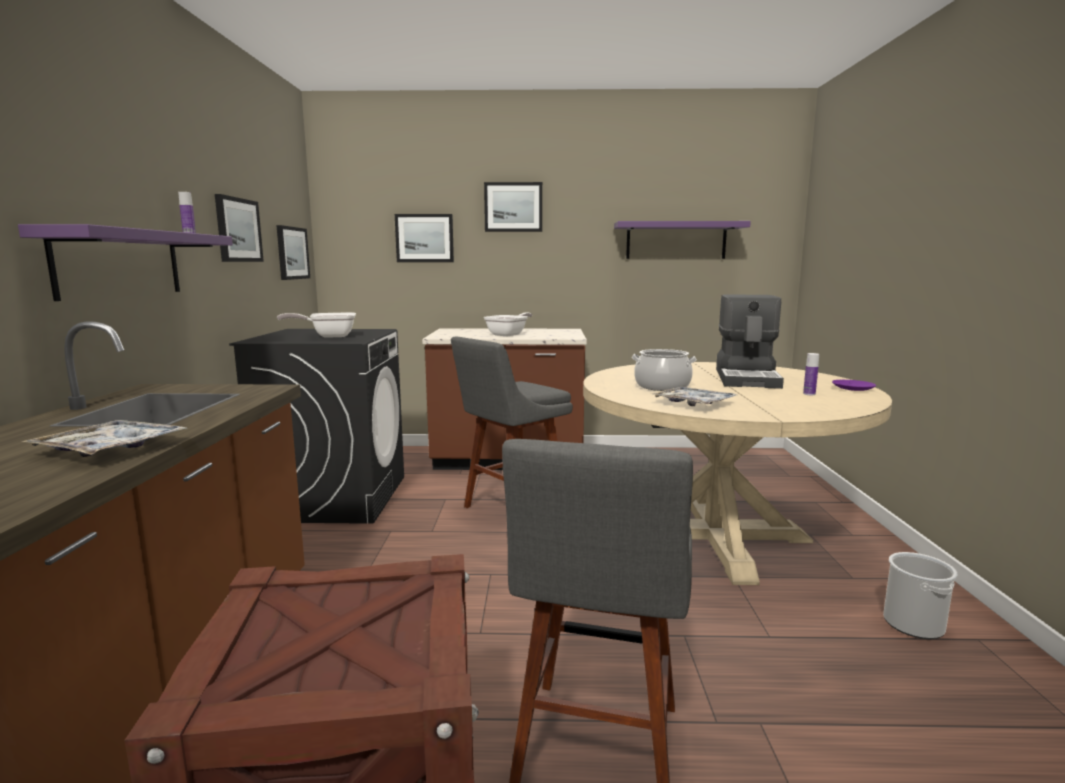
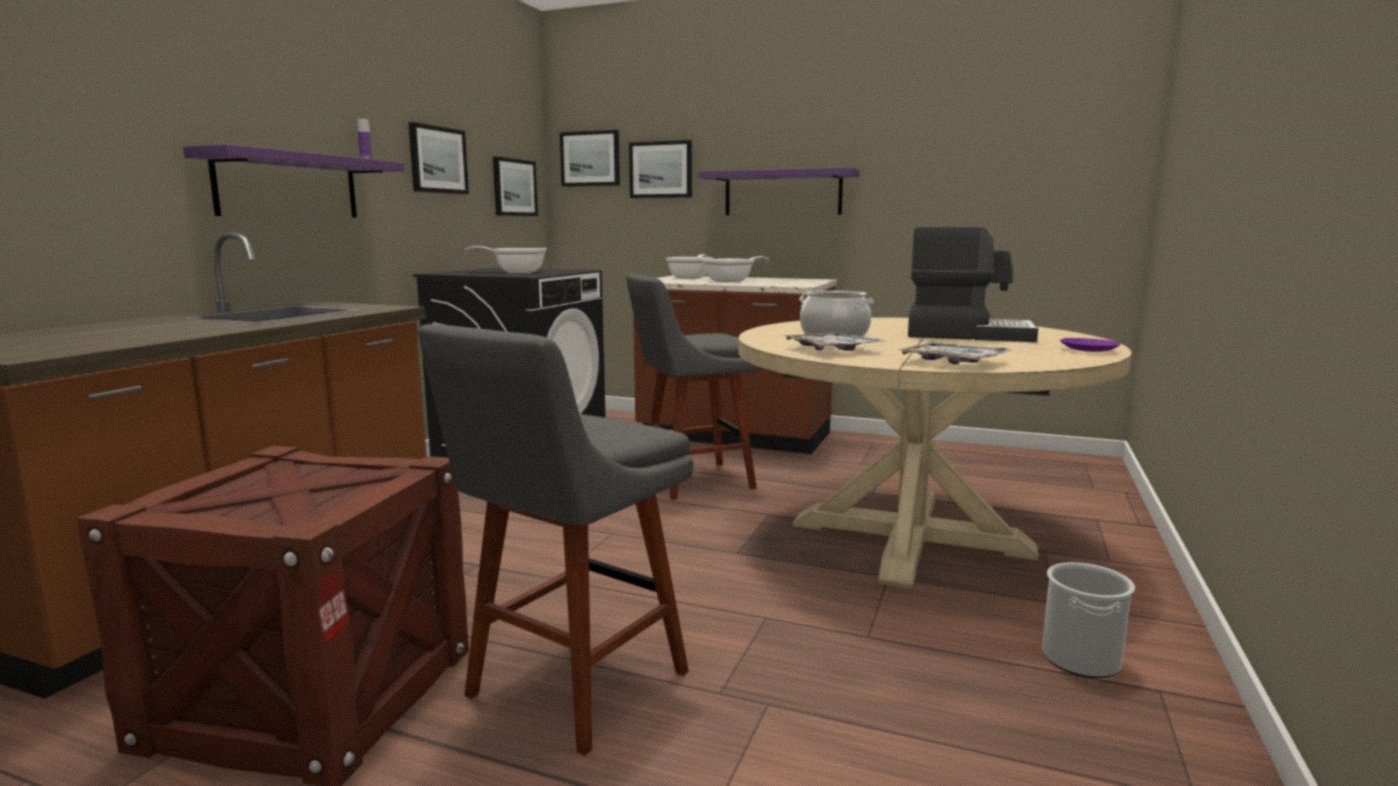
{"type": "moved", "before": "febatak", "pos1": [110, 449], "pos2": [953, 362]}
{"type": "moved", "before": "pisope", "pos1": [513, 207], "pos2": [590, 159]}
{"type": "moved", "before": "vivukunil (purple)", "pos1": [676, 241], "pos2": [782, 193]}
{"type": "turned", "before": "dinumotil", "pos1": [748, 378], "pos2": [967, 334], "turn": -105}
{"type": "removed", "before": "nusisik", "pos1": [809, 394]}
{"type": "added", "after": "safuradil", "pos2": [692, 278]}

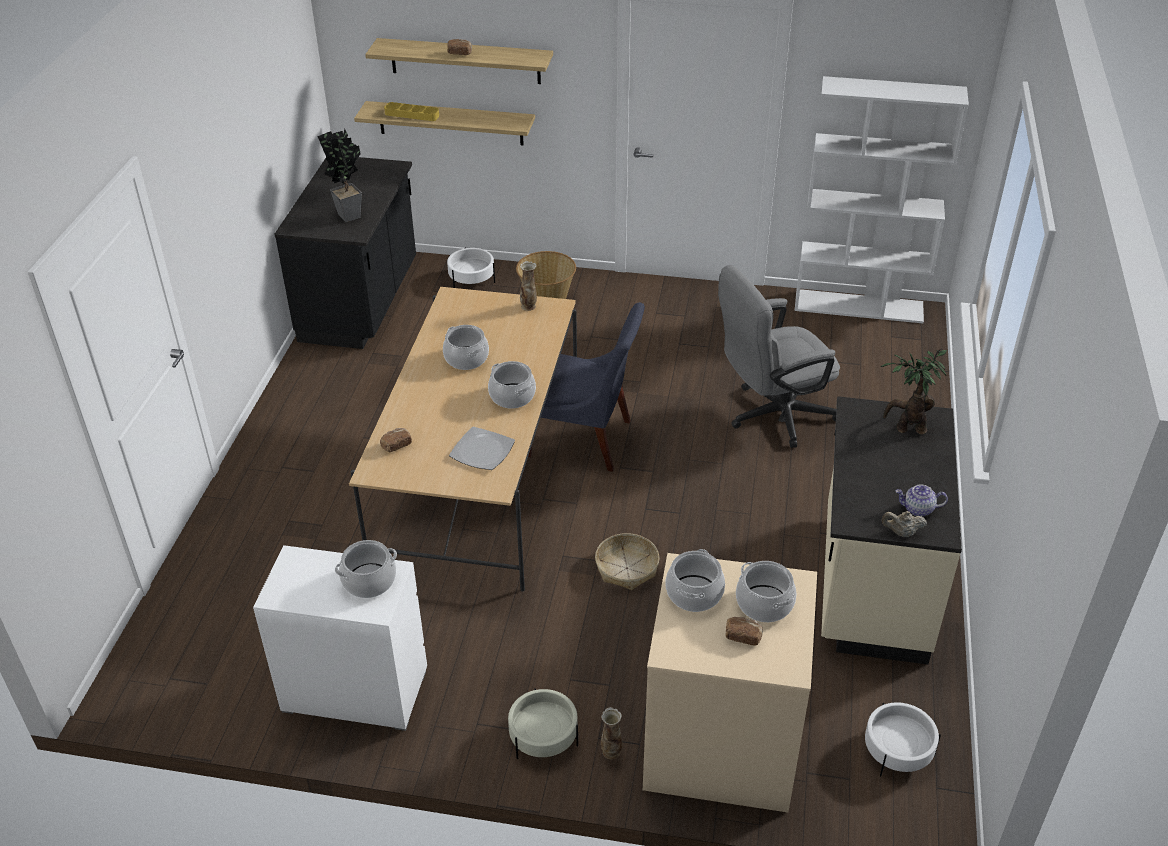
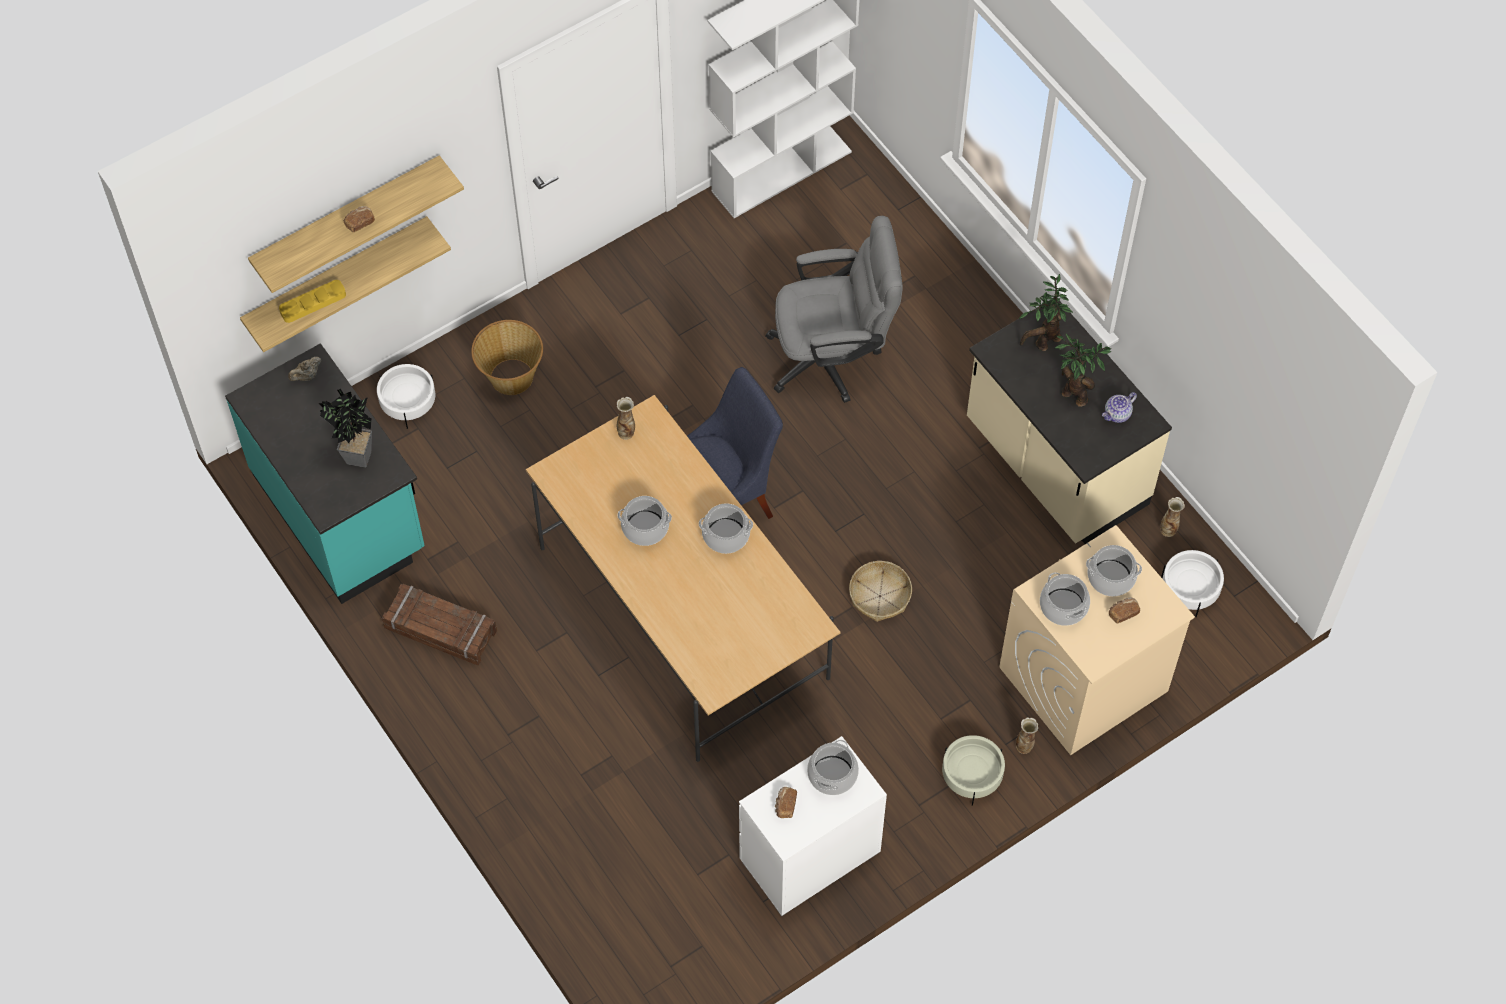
{"type": "recoloured", "before": "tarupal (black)", "after": "tarupal (turquoise)", "pos1": [361, 303], "pos2": [341, 512]}
{"type": "moved", "before": "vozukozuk", "pos1": [396, 445], "pos2": [785, 805]}
{"type": "removed", "before": "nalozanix", "pos1": [482, 450]}
{"type": "turned", "before": "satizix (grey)", "pos1": [772, 415], "pos2": [833, 357], "turn": -120}
{"type": "moved", "before": "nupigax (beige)", "pos1": [901, 533], "pos2": [307, 376]}
{"type": "added", "after": "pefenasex", "pos2": [440, 630]}
{"type": "added", "after": "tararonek", "pos2": [1073, 393]}
{"type": "added", "after": "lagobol", "pos2": [1168, 530]}

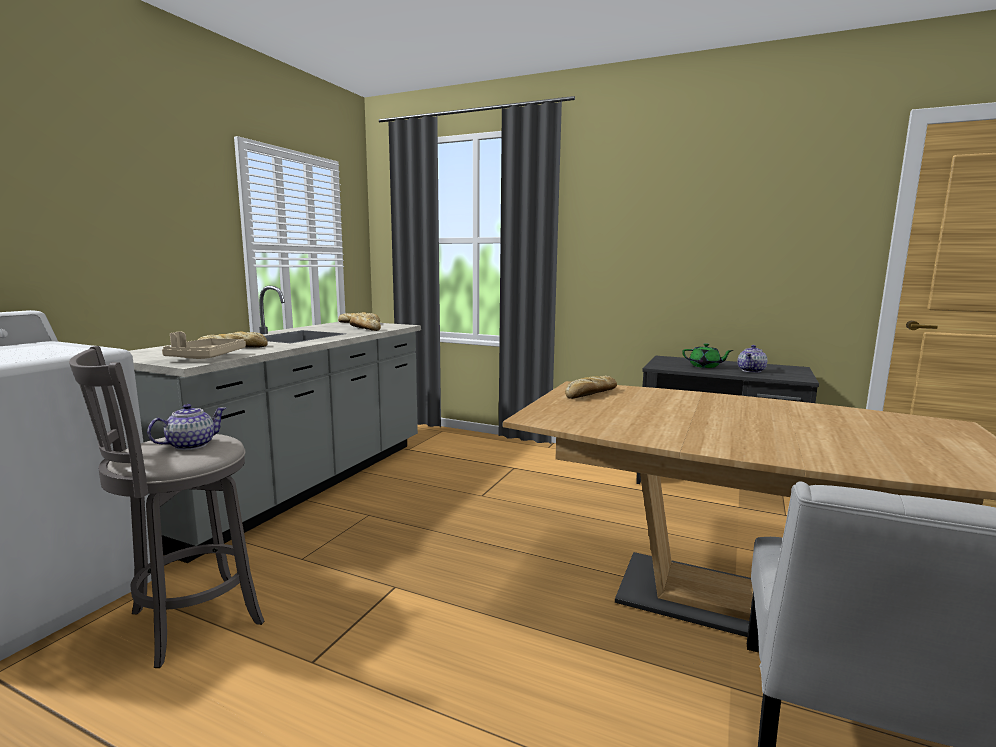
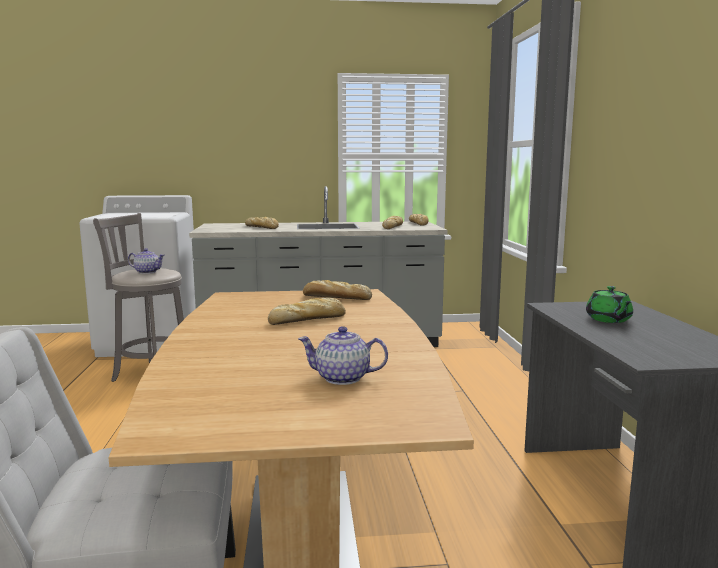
{"type": "removed", "before": "febatak (beige)", "pos1": [206, 357]}
{"type": "moved", "before": "nupigax", "pos1": [751, 371], "pos2": [343, 378]}
{"type": "added", "after": "vozukozuk", "pos2": [309, 319]}

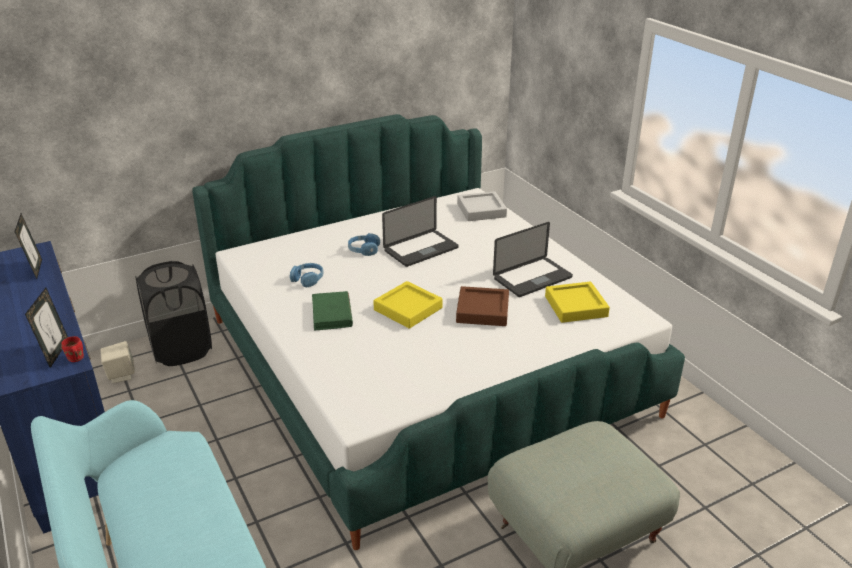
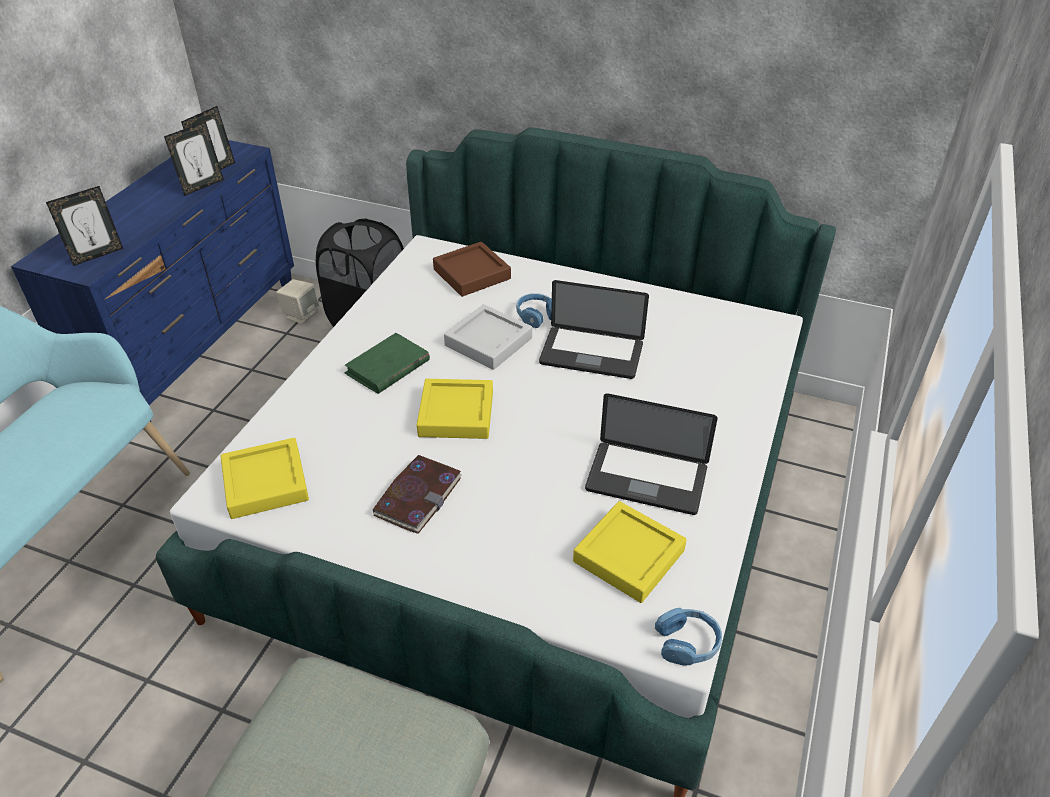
{"type": "removed", "before": "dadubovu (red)", "pos1": [75, 359]}
{"type": "moved", "before": "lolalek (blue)", "pos1": [308, 279], "pos2": [687, 643]}
{"type": "moved", "before": "febatak (brown)", "pos1": [482, 311], "pos2": [472, 274]}
{"type": "moved", "before": "febatak (grey)", "pos1": [481, 210], "pos2": [488, 342]}
{"type": "added", "after": "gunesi", "pos2": [202, 186]}
{"type": "added", "after": "febatak (yellow)", "pos2": [266, 483]}
{"type": "added", "after": "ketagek", "pos2": [418, 496]}

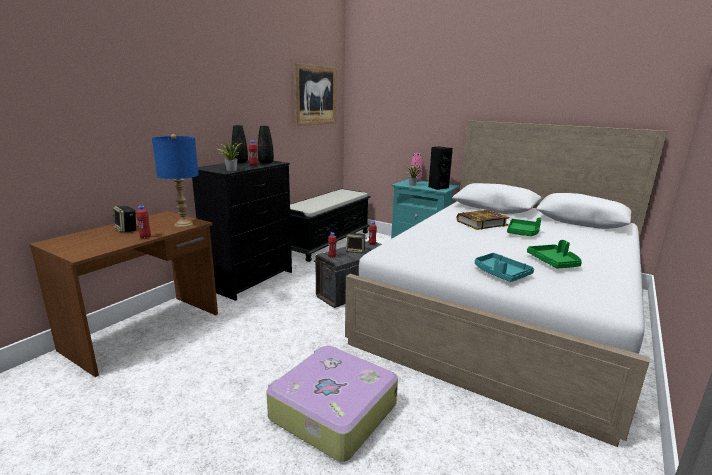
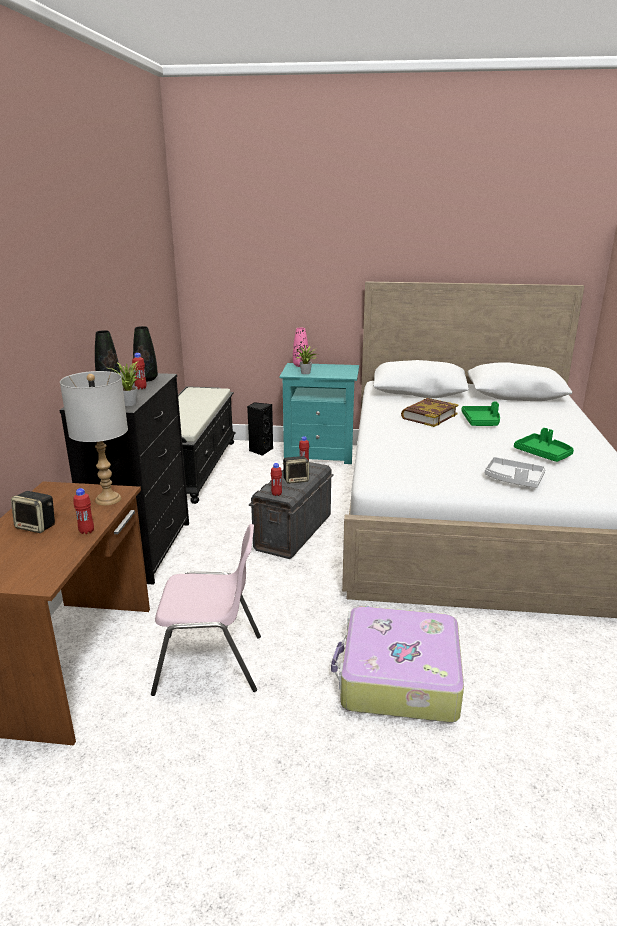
{"type": "recoloured", "before": "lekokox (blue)", "after": "lekokox (grey)", "pos1": [183, 225], "pos2": [107, 499]}
{"type": "removed", "before": "pisope", "pos1": [315, 95]}
{"type": "moved", "before": "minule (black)", "pos1": [437, 187], "pos2": [260, 450]}
{"type": "recoloured", "before": "febatak (turquoise)", "after": "febatak (grey)", "pos1": [500, 274], "pos2": [513, 480]}
{"type": "added", "after": "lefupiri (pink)", "pos2": [211, 664]}

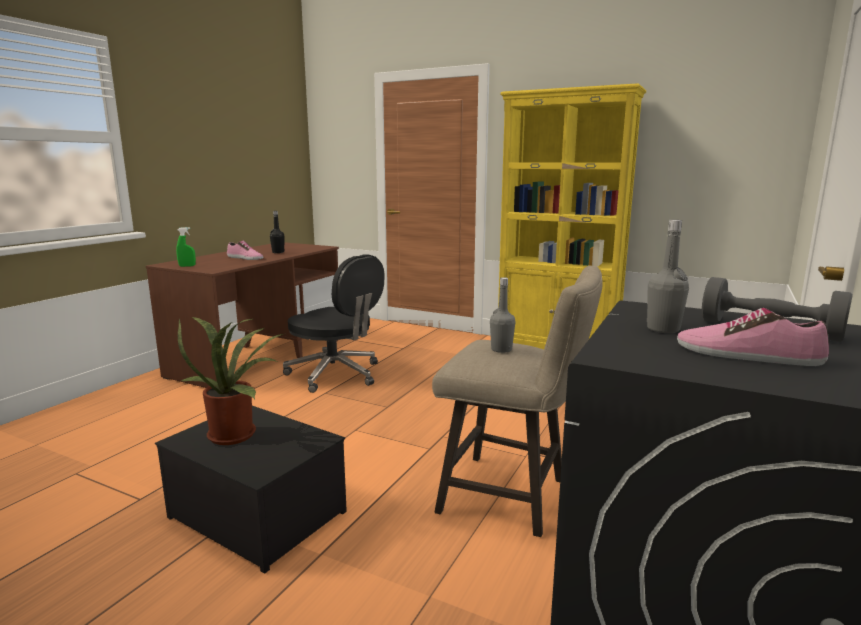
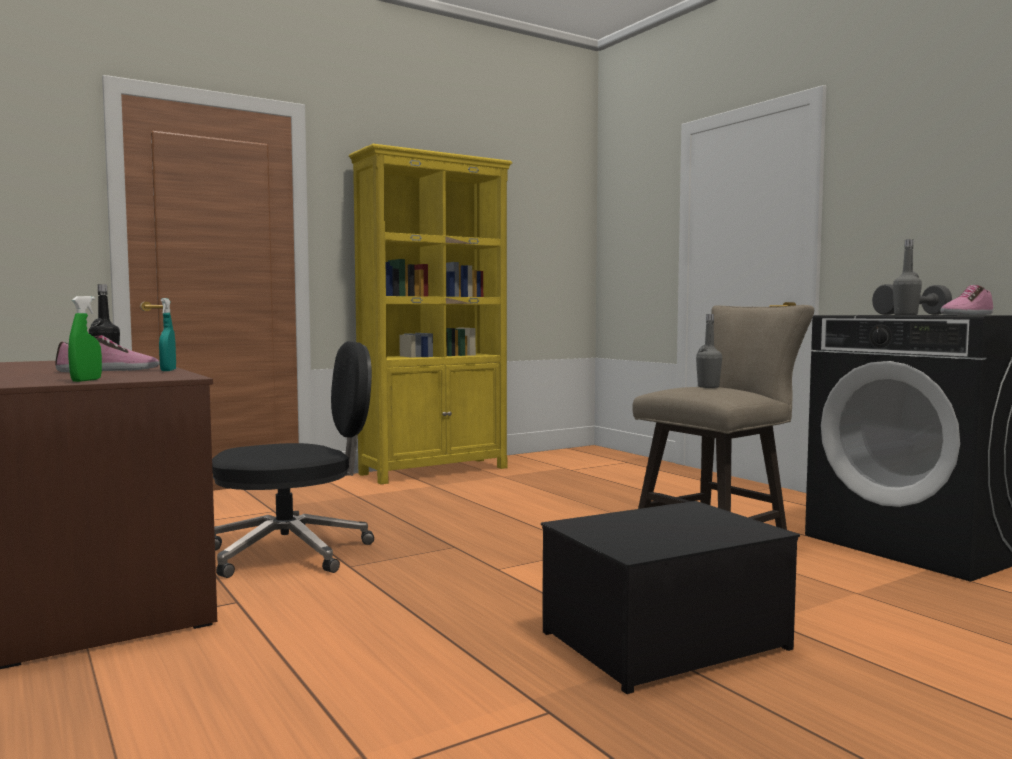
{"type": "removed", "before": "tararonek", "pos1": [237, 434]}
{"type": "added", "after": "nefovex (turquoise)", "pos2": [168, 370]}

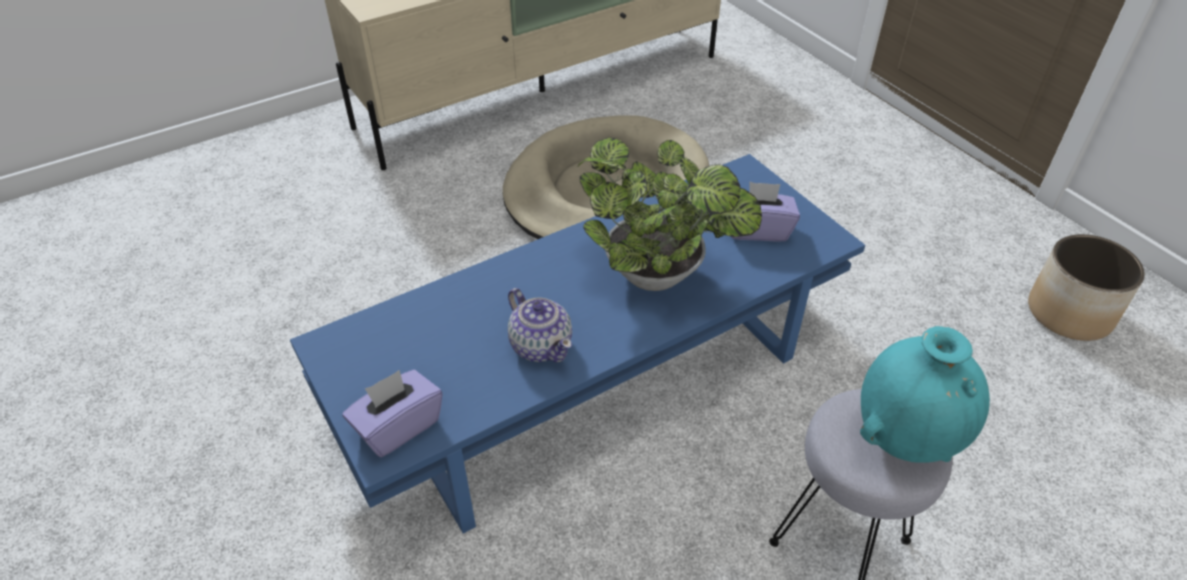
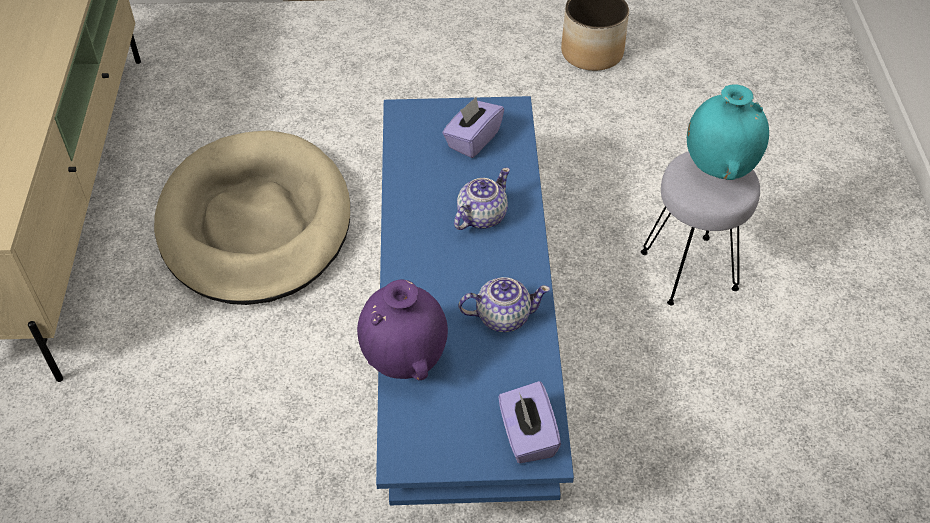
{"type": "replaced", "before": "tararonek", "after": "nupigax", "pos1": [660, 276], "pos2": [481, 216]}
{"type": "added", "after": "lagobol (purple)", "pos2": [405, 361]}

